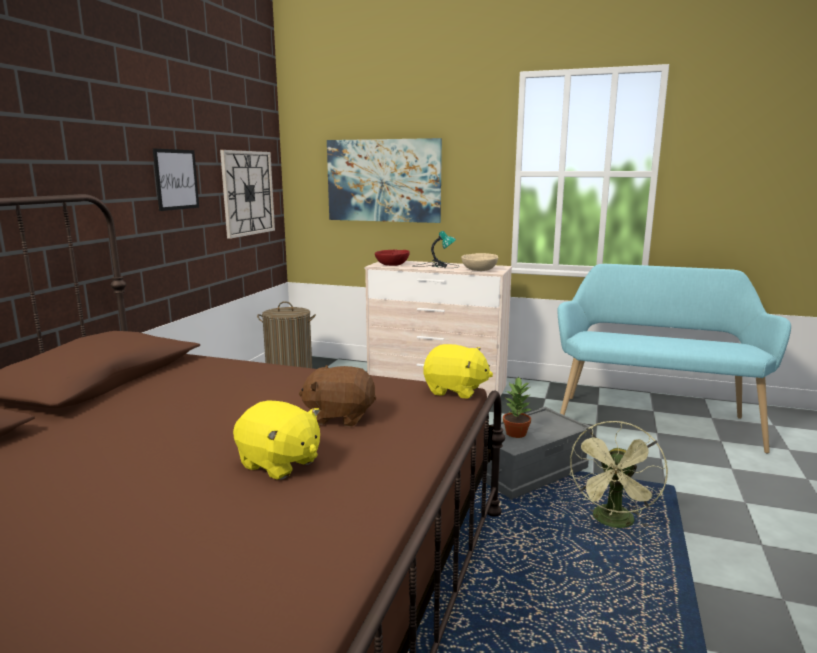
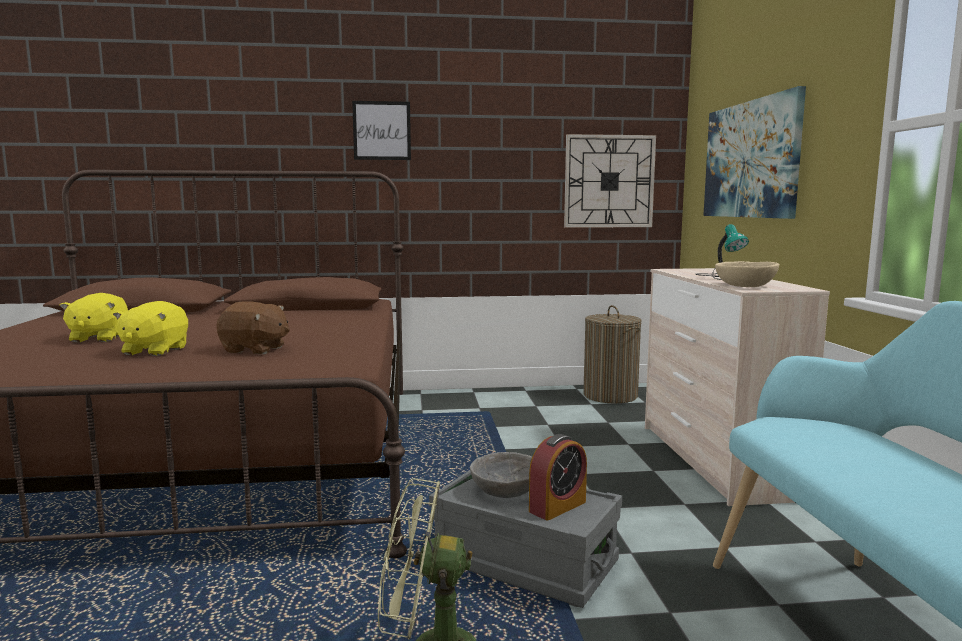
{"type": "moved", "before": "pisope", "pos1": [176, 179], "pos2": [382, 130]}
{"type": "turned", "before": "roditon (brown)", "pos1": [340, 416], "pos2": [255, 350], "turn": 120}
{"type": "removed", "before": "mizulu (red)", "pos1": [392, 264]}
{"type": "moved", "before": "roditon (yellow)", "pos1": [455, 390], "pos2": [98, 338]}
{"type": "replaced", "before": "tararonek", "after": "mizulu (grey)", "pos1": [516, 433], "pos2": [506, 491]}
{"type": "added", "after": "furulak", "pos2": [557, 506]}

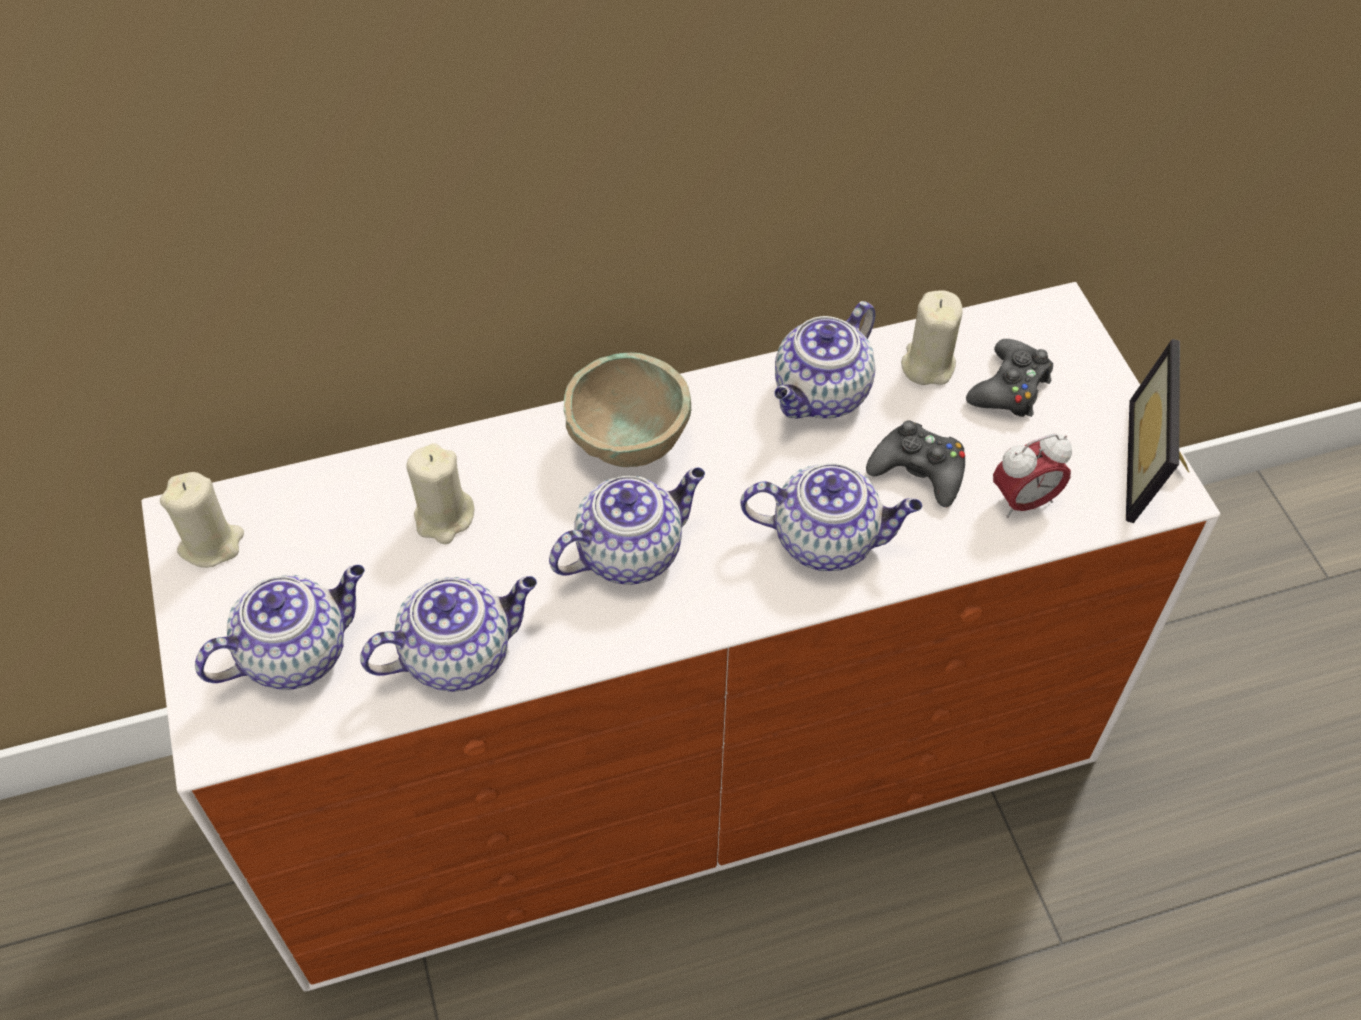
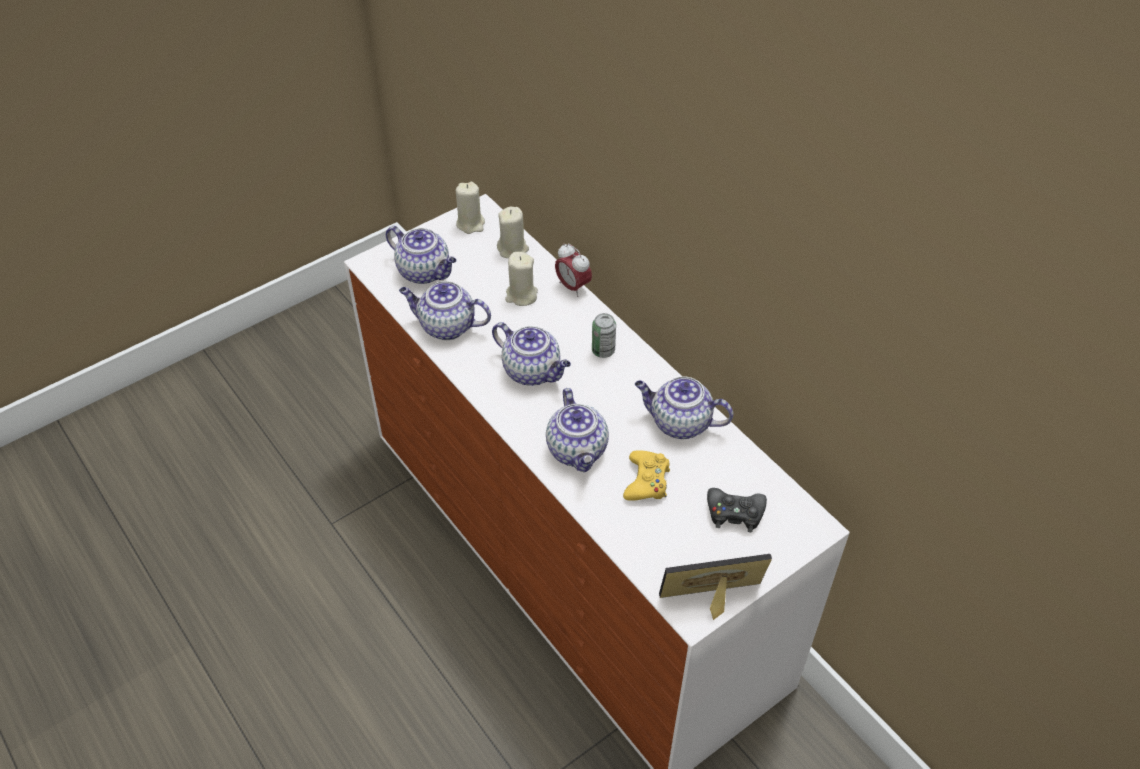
{"type": "turned", "before": "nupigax", "pos1": [459, 654], "pos2": [446, 326], "turn": 150}
{"type": "replaced", "before": "mizulu (beige)", "after": "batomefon", "pos1": [630, 442], "pos2": [603, 350]}
{"type": "recoloured", "before": "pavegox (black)", "after": "pavegox (yellow)", "pos1": [919, 471], "pos2": [647, 481]}
{"type": "moved", "before": "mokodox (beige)", "pos1": [927, 365], "pos2": [513, 249]}
{"type": "moved", "before": "furulak", "pos1": [1023, 501], "pos2": [573, 287]}

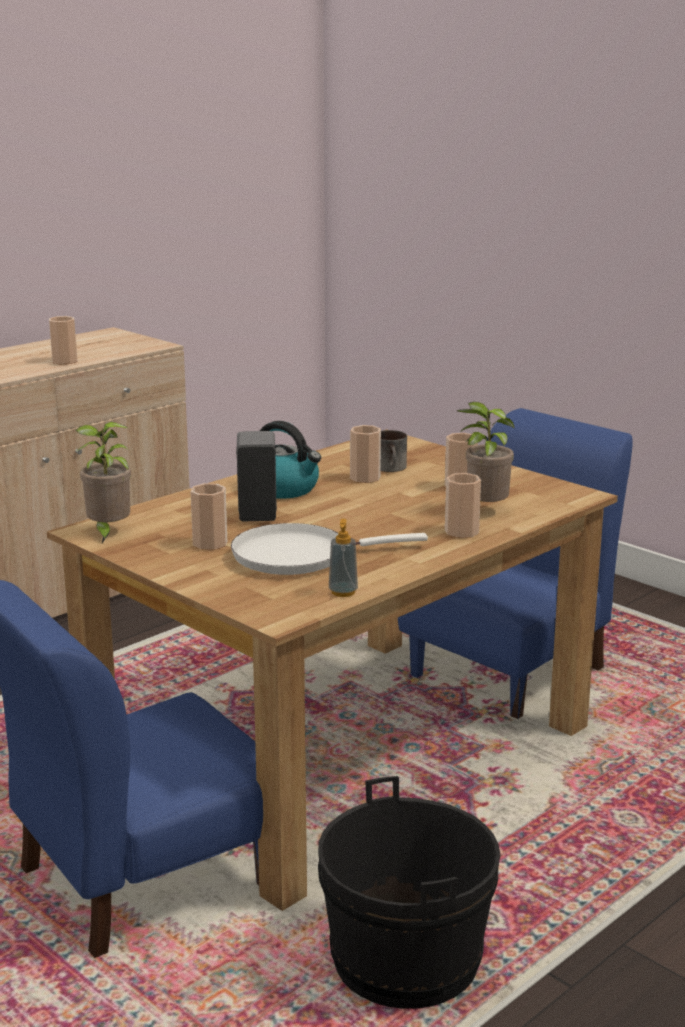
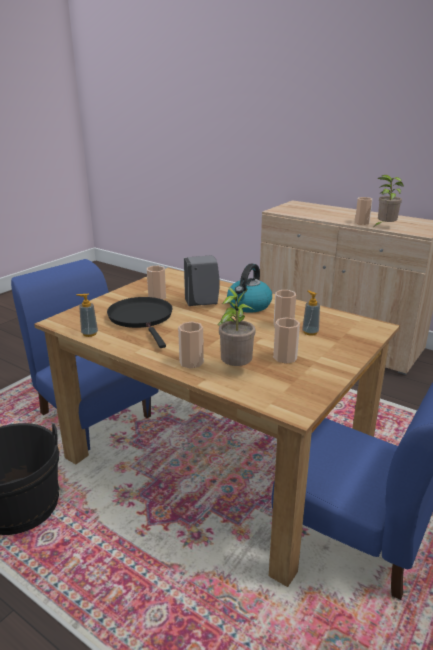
{"type": "moved", "before": "tararonek", "pos1": [108, 533], "pos2": [384, 227]}
{"type": "recoloured", "before": "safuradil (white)", "after": "safuradil (black)", "pos1": [298, 556], "pos2": [142, 318]}
{"type": "replaced", "before": "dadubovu", "after": "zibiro", "pos1": [392, 468], "pos2": [310, 332]}

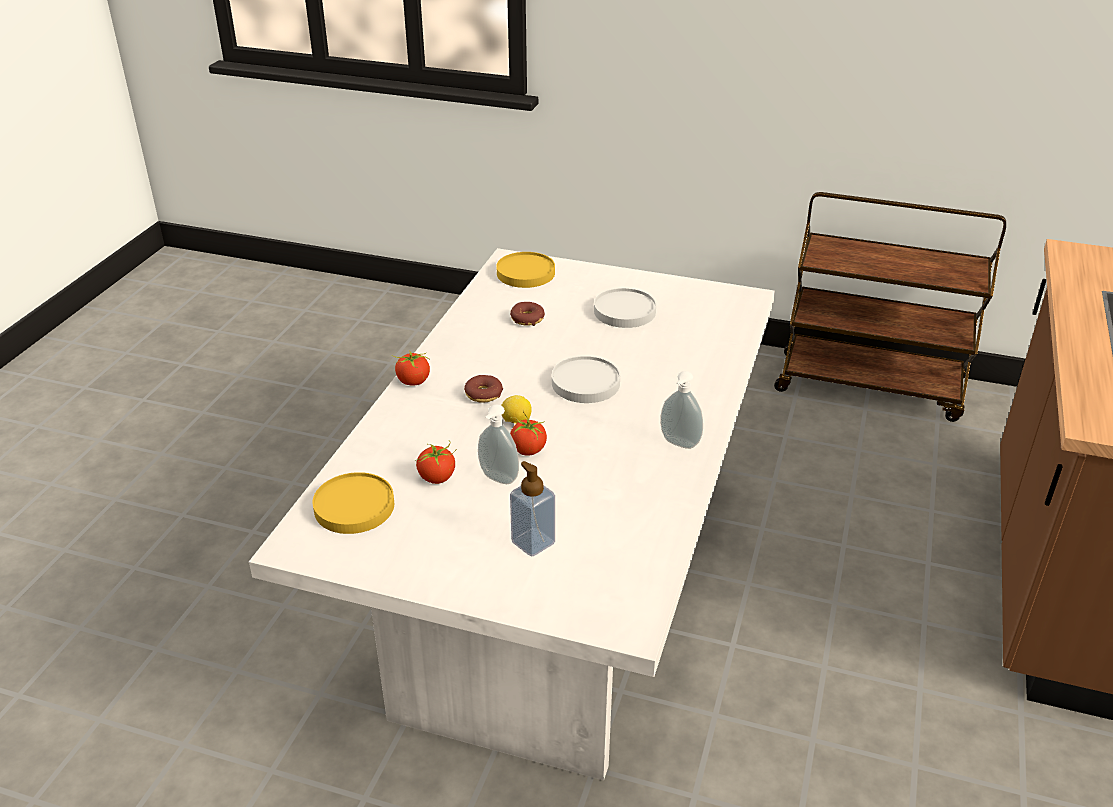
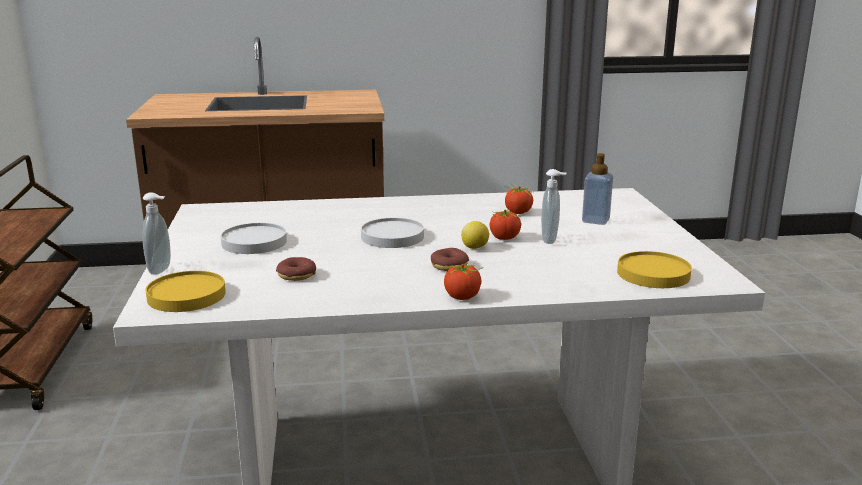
{"type": "moved", "before": "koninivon", "pos1": [437, 477], "pos2": [518, 212]}
{"type": "moved", "before": "zibiro", "pos1": [678, 444], "pos2": [162, 270]}

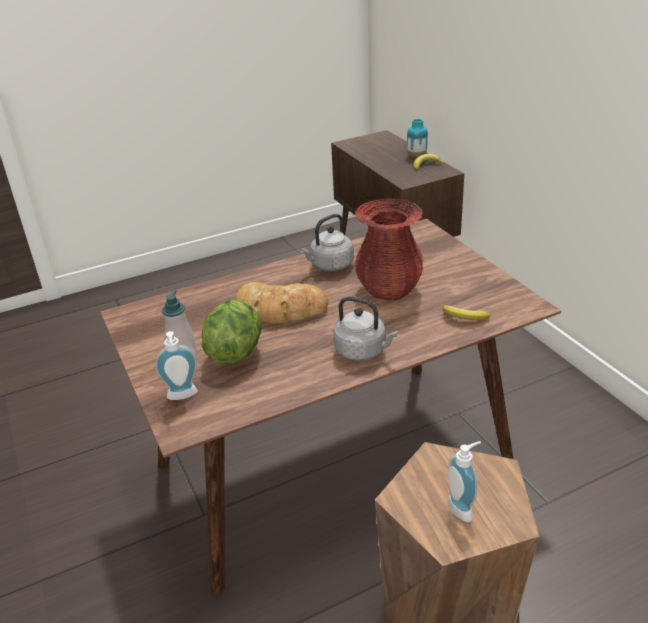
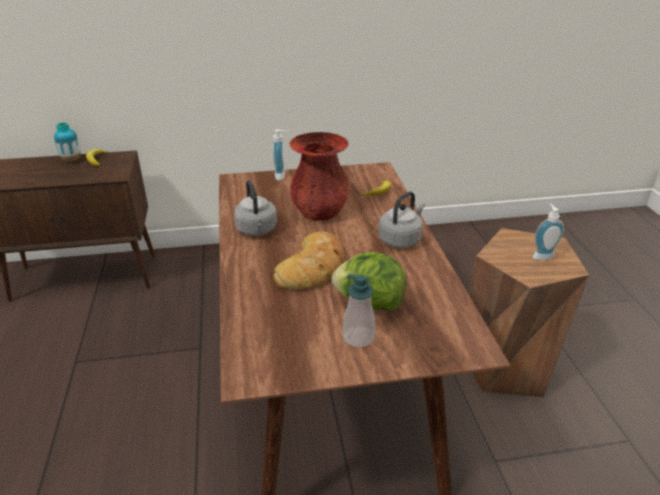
{"type": "moved", "before": "zibiro", "pos1": [182, 397], "pos2": [282, 176]}

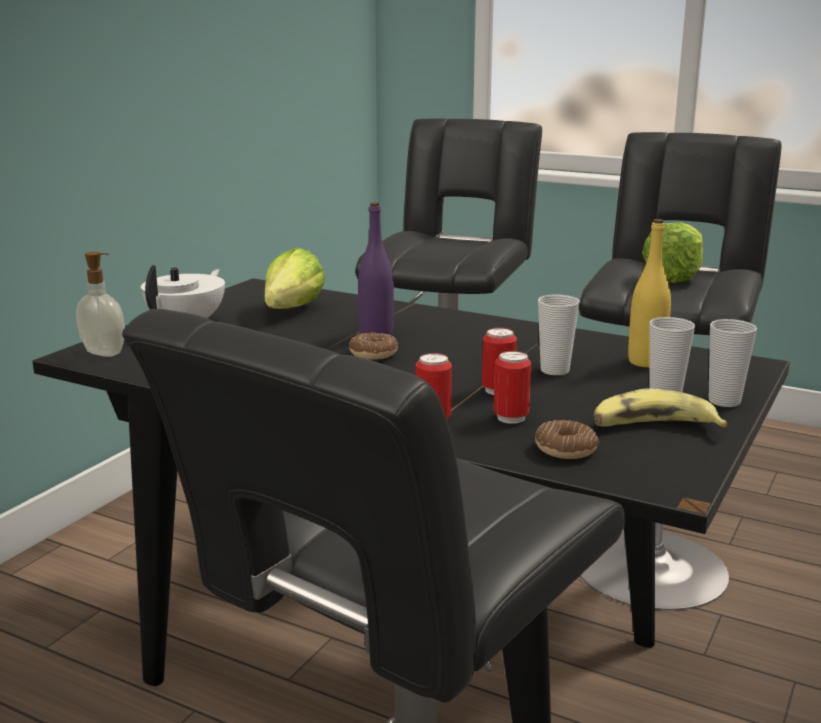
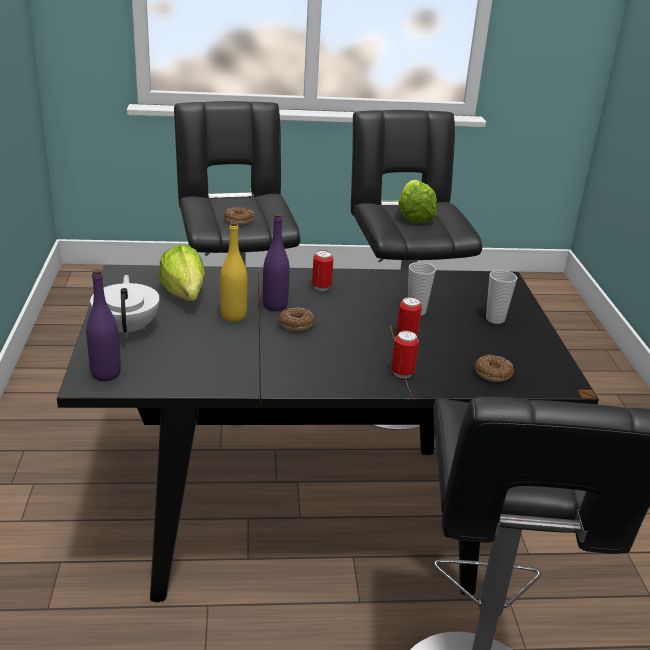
{"type": "replaced", "before": "zibiro", "after": "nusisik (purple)", "pos1": [105, 352], "pos2": [106, 374]}
{"type": "moved", "before": "batomefon", "pos1": [511, 418], "pos2": [321, 287]}
{"type": "removed", "before": "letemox", "pos1": [653, 427]}
{"type": "moved", "before": "nusisik (yellow)", "pos1": [646, 362], "pos2": [233, 316]}
{"type": "removed", "before": "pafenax", "pos1": [724, 401]}
{"type": "added", "after": "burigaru", "pos2": [239, 220]}

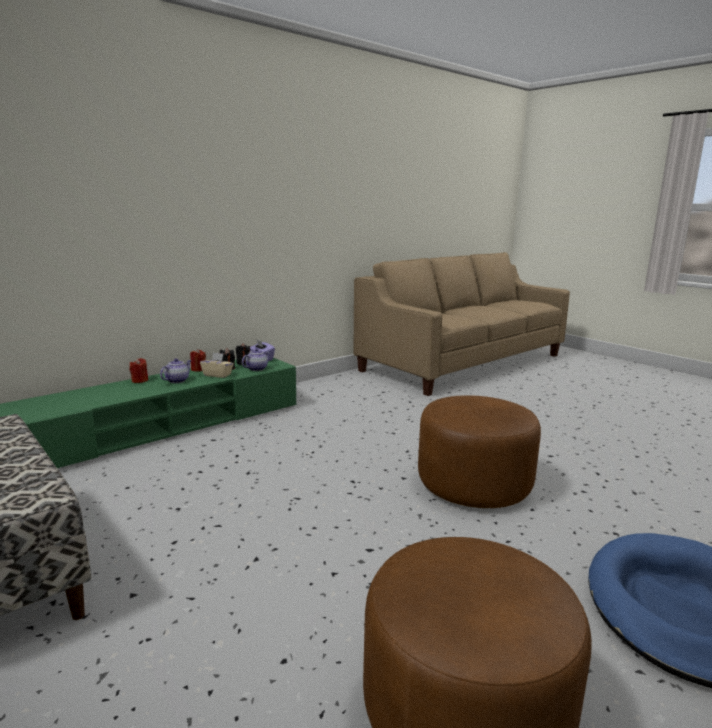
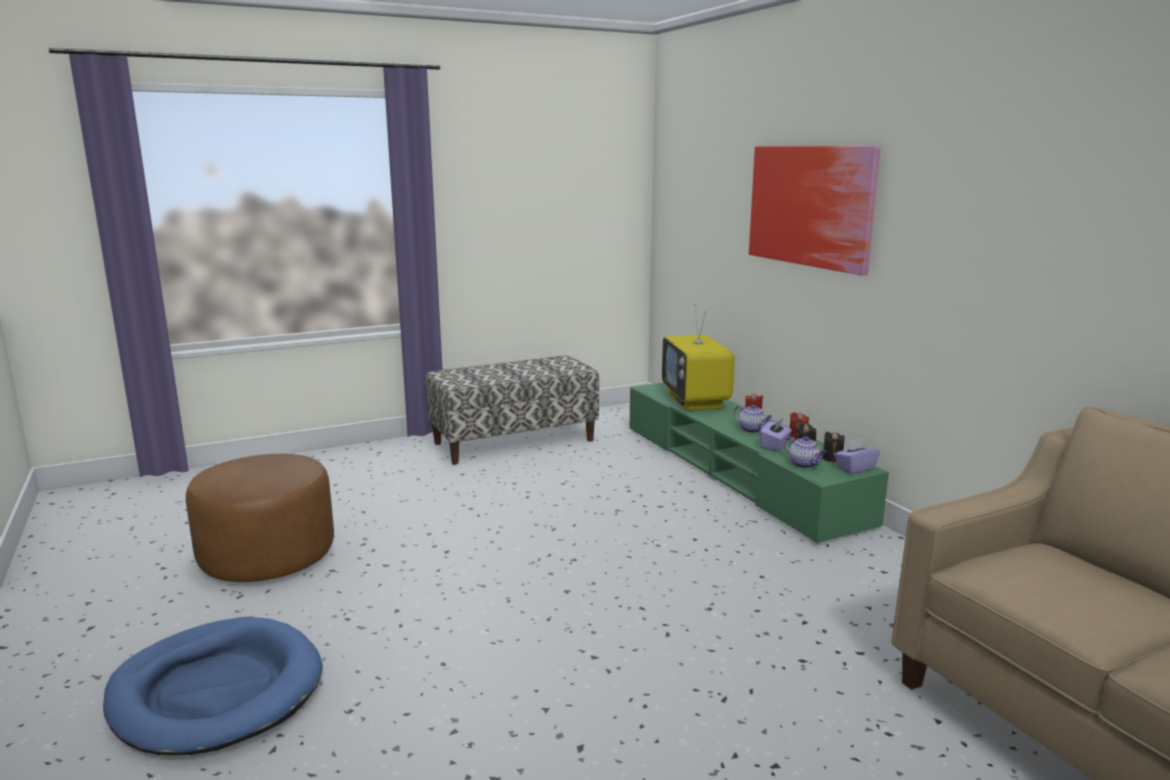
{"type": "recoloured", "before": "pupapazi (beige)", "after": "pupapazi (purple)", "pos1": [217, 375], "pos2": [774, 446]}
{"type": "removed", "before": "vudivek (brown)", "pos1": [473, 485]}
{"type": "added", "after": "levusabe", "pos2": [695, 401]}
{"type": "added", "after": "pisope", "pos2": [810, 206]}

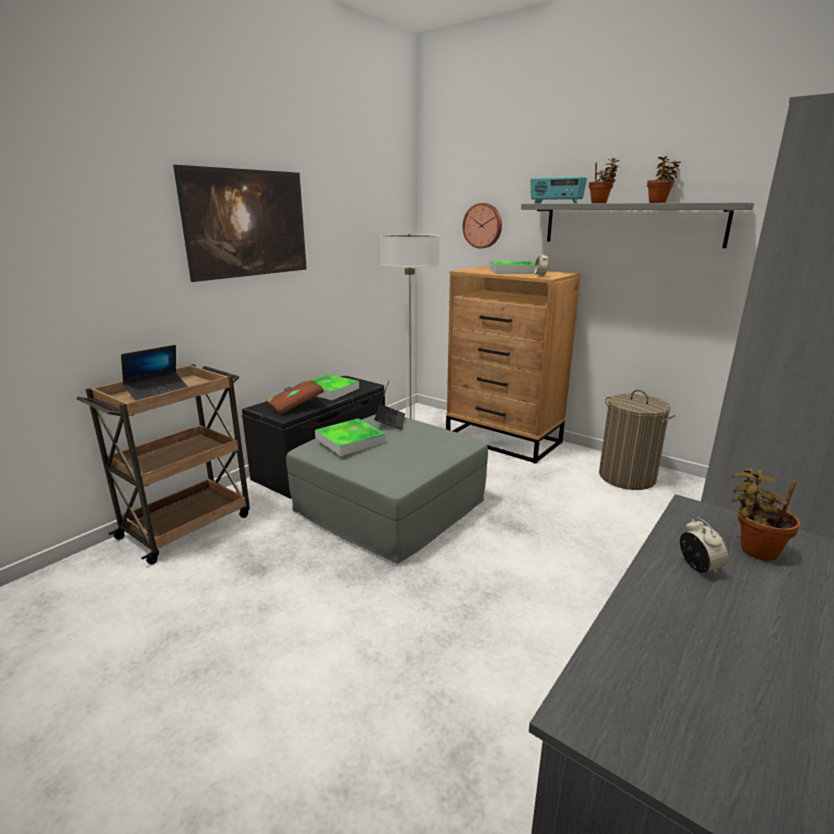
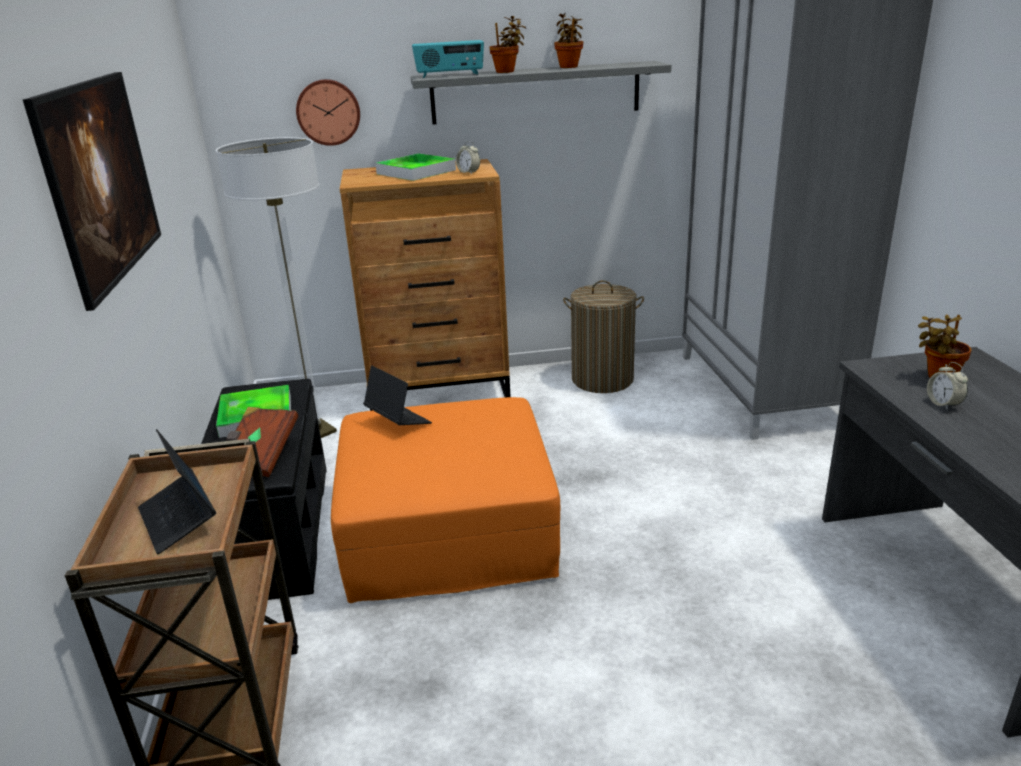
{"type": "turned", "before": "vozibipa", "pos1": [159, 393], "pos2": [179, 520], "turn": 150}
{"type": "recoloured", "before": "vudivek (grey)", "after": "vudivek (orange)", "pos1": [389, 506], "pos2": [446, 529]}
{"type": "removed", "before": "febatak", "pos1": [350, 440]}
{"type": "turned", "before": "furulak", "pos1": [698, 567], "pos2": [943, 404], "turn": -135}

